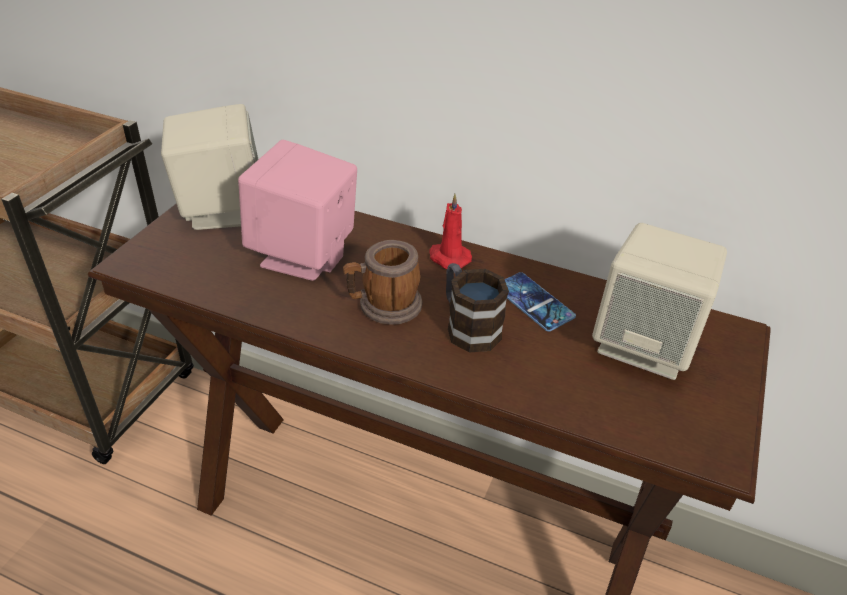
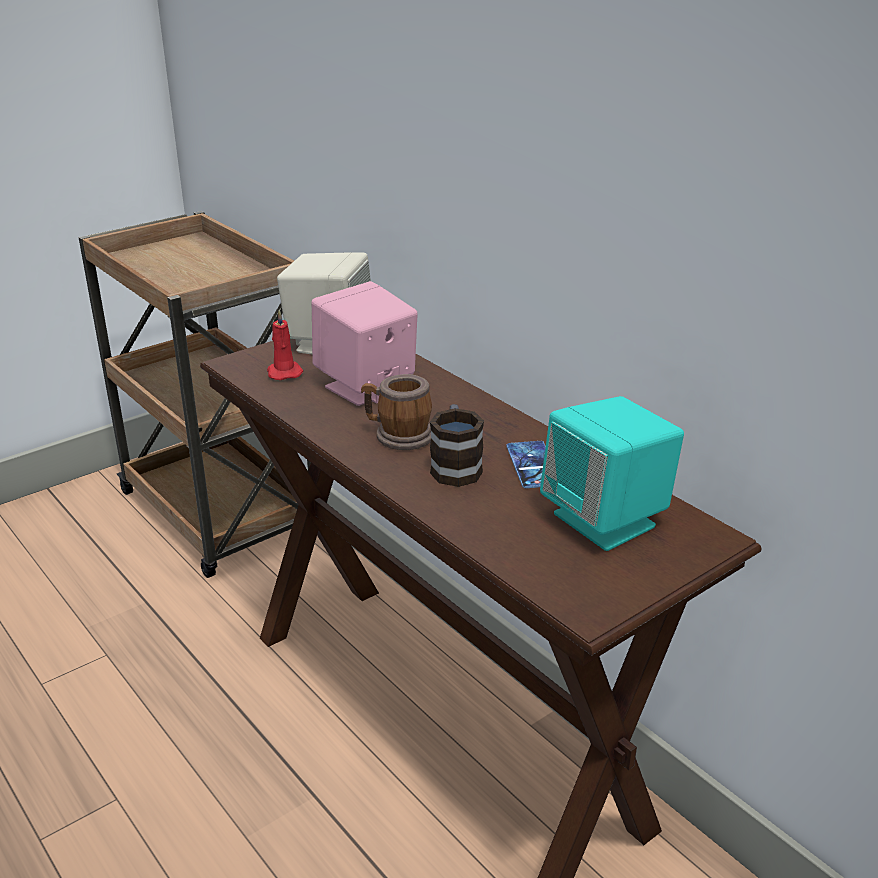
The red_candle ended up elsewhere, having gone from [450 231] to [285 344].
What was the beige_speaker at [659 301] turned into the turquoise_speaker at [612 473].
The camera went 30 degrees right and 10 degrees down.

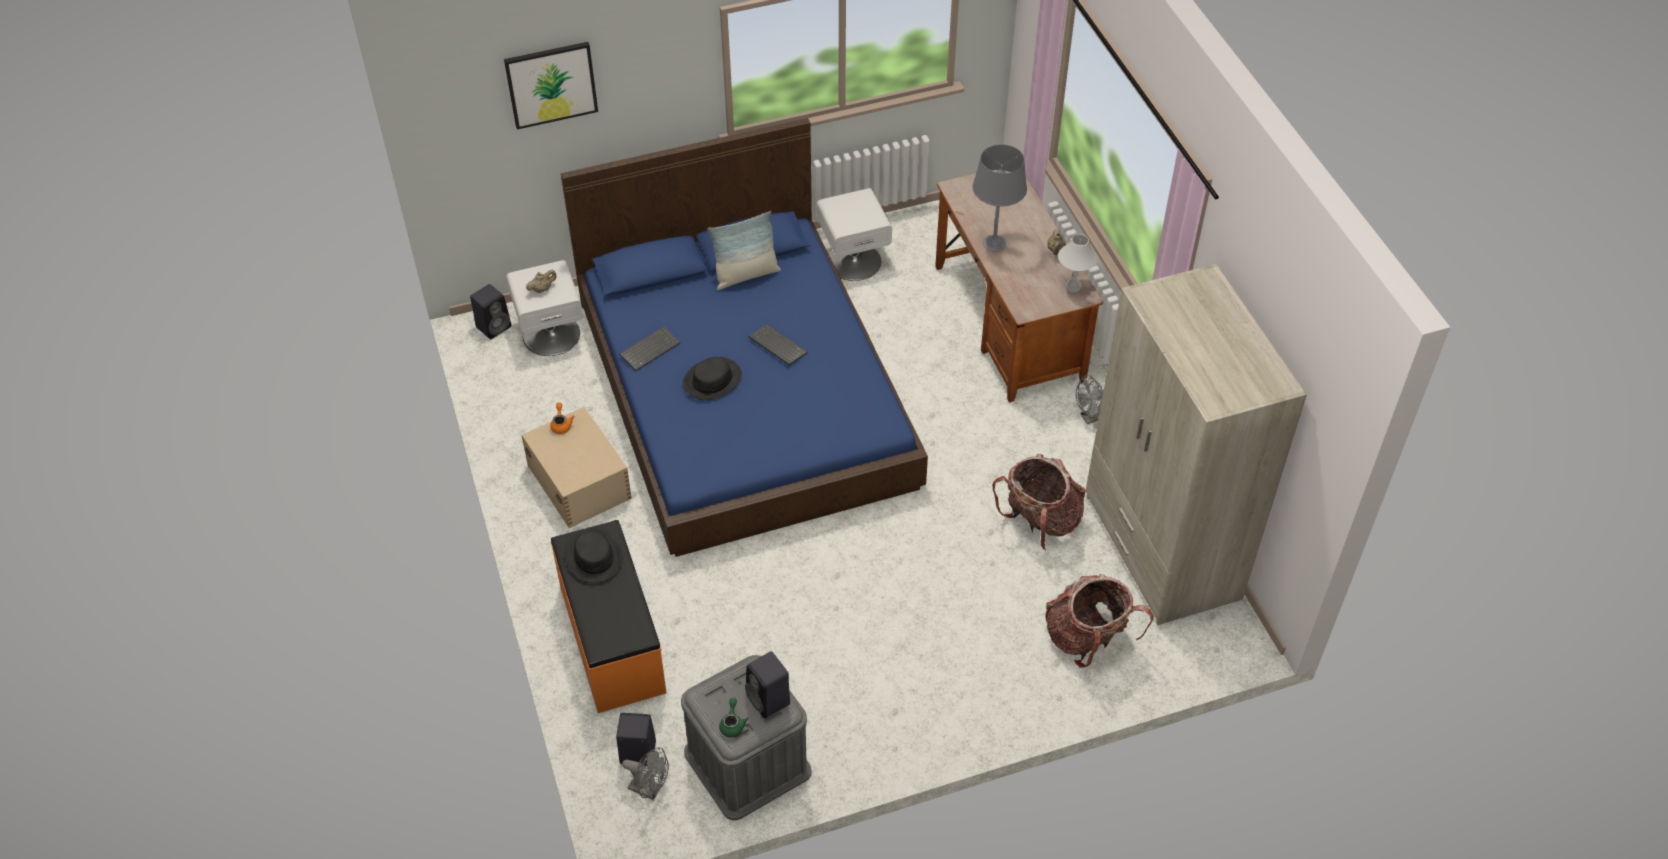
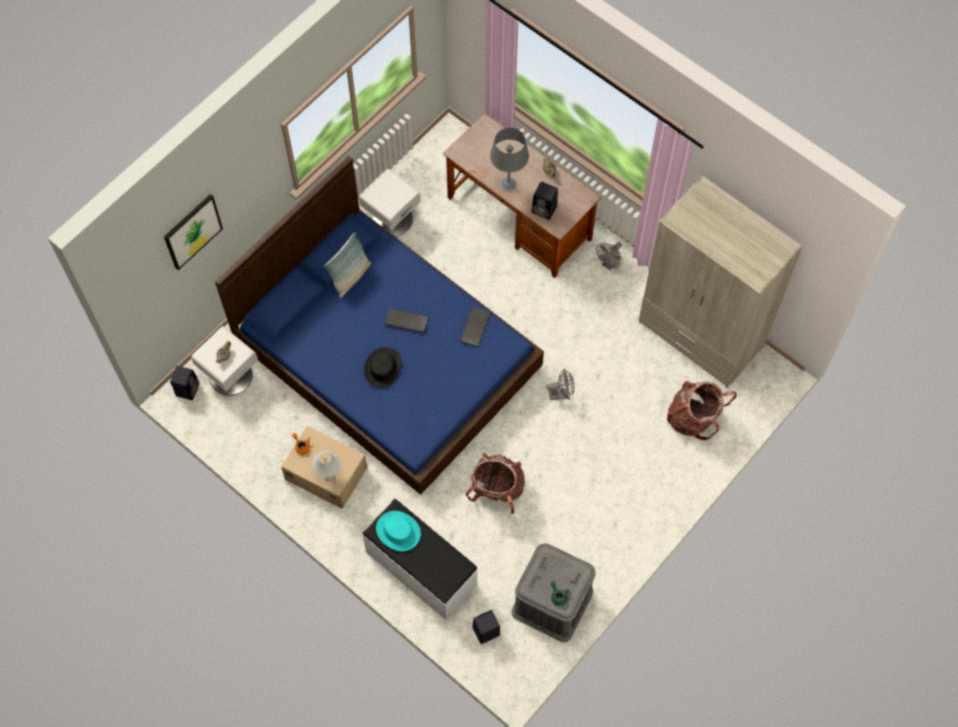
The white_table_lamp ended up elsewhere, having gone from [1078 263] to [326 466].
The keyboard ended up elsewhere, having gone from [649 348] to [475 326].
The backpack ended up elsewhere, having gone from [1038 502] to [495 483].
What was the orange_bench at [609 616] turned into the white_bench at [420 559].
What was the black_hat at [594 555] turned into the turquoise_hat at [398 531].
The black_speaker ended up elsewhere, having gone from [767 684] to [544 201].
The grey_fan ended up elsewhere, having gone from [645 773] to [560 384].
The camera went 30 degrees left and 15 degrees up.

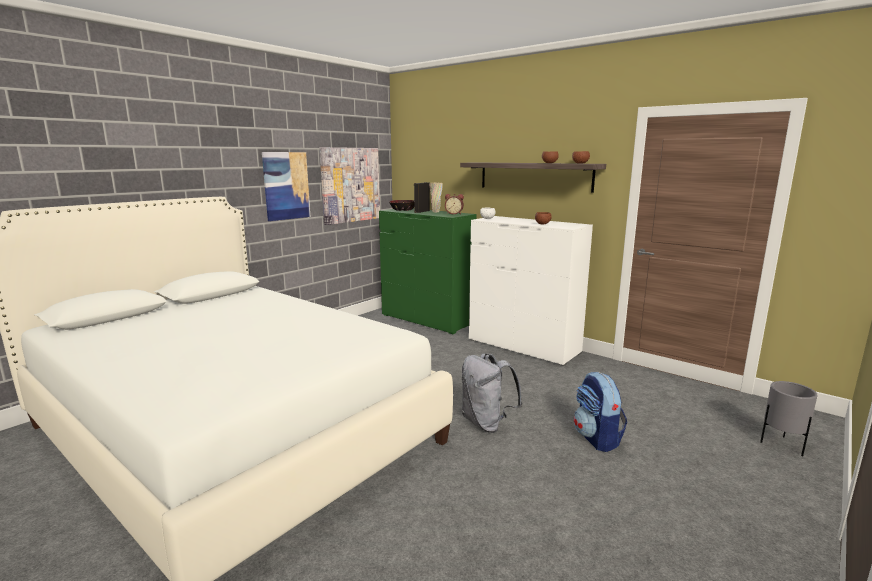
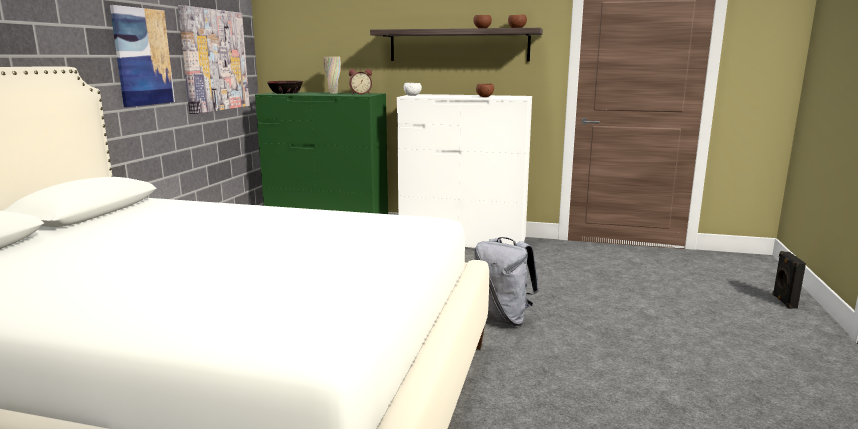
The black_speaker ended up elsewhere, having gone from [422 197] to [789 280].
The second view lost the backpack at [600 412].
The second view lost the grey_planter at [789 419].
The camera went 25 degrees left and 0 degrees up.

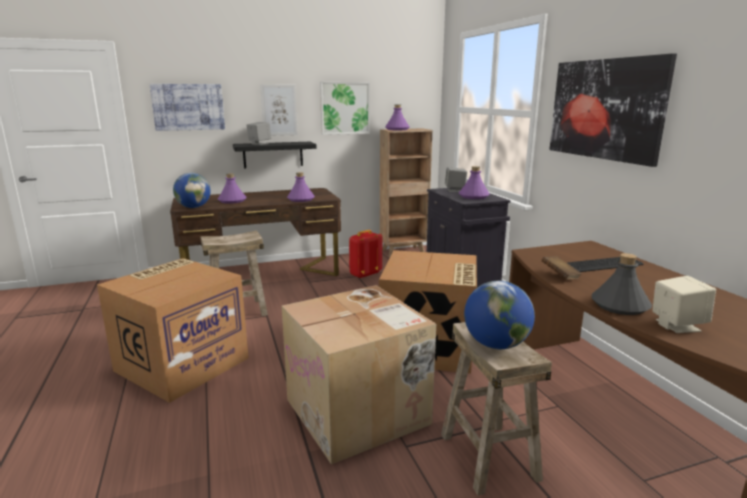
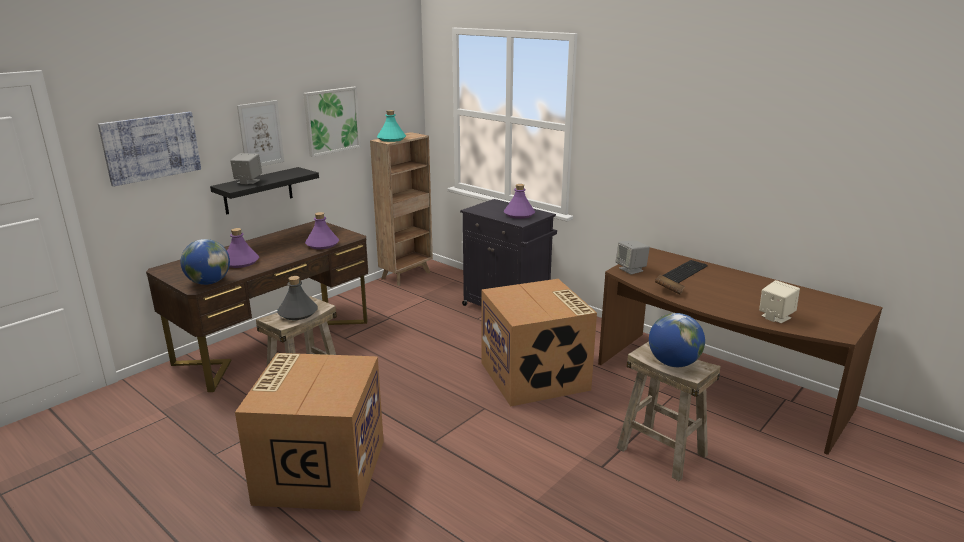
The second view lost the picture at [613 110].
What was the purple_bottle at [397 117] turned into the turquoise_bottle at [391 126].
The grey_speaker ended up elsewhere, having gone from [456 179] to [633 257].
The second view lost the red_backpack at [365 254].
The grey_bottle ended up elsewhere, having gone from [621 284] to [297 298].
The second view lost the cardboard_box at [359 375].
The camera went 30 degrees left and 5 degrees up.

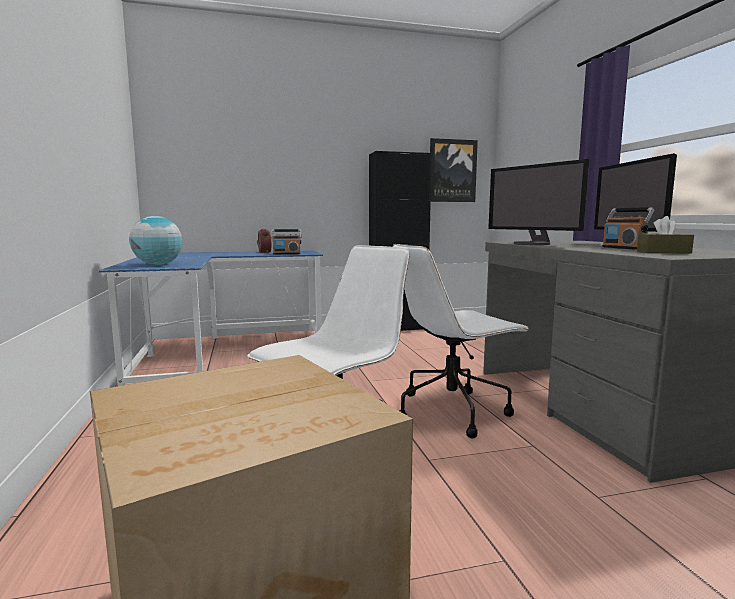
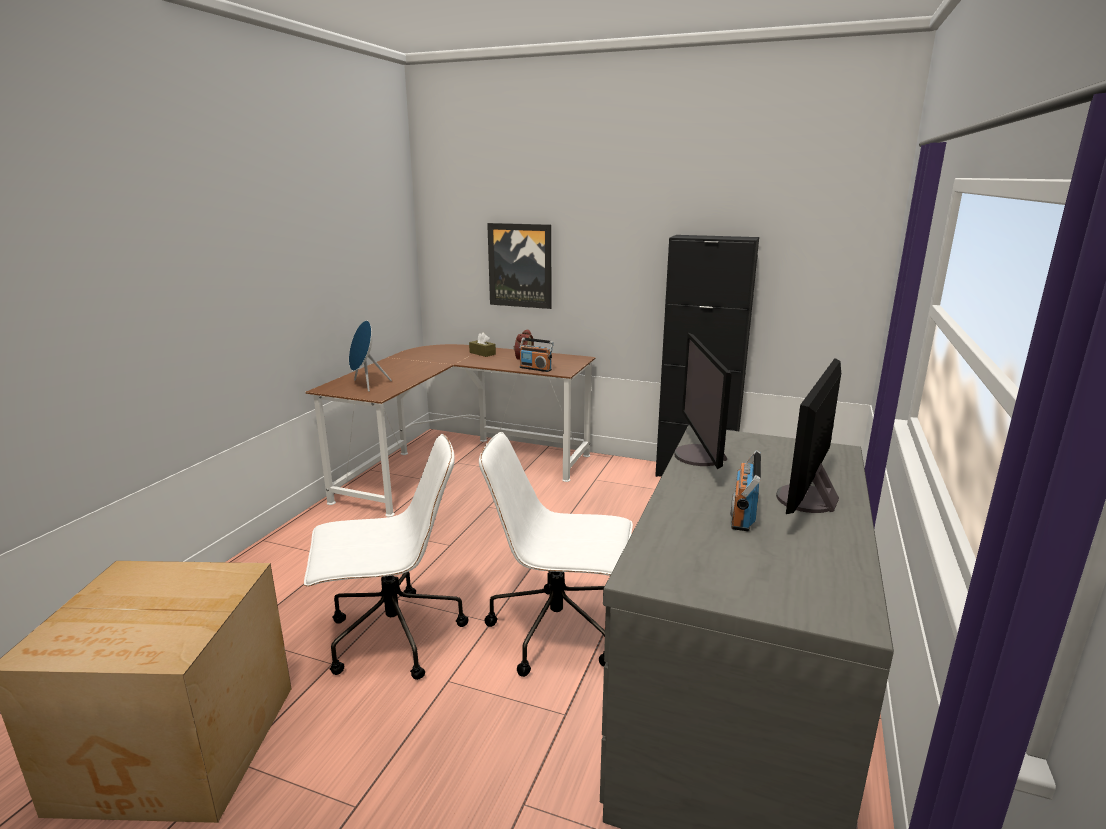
The picture ended up elsewhere, having gone from [454 170] to [519 266].
Where the globe stood at [155 240], the blue_speaker came to stand at [370 356].
The brown_tissue_box ended up elsewhere, having gone from [665 235] to [482 344].
What was the blue_desk at [210 318] turned into the brown_desk at [451 430].
The camera went 35 degrees right and 10 degrees up.

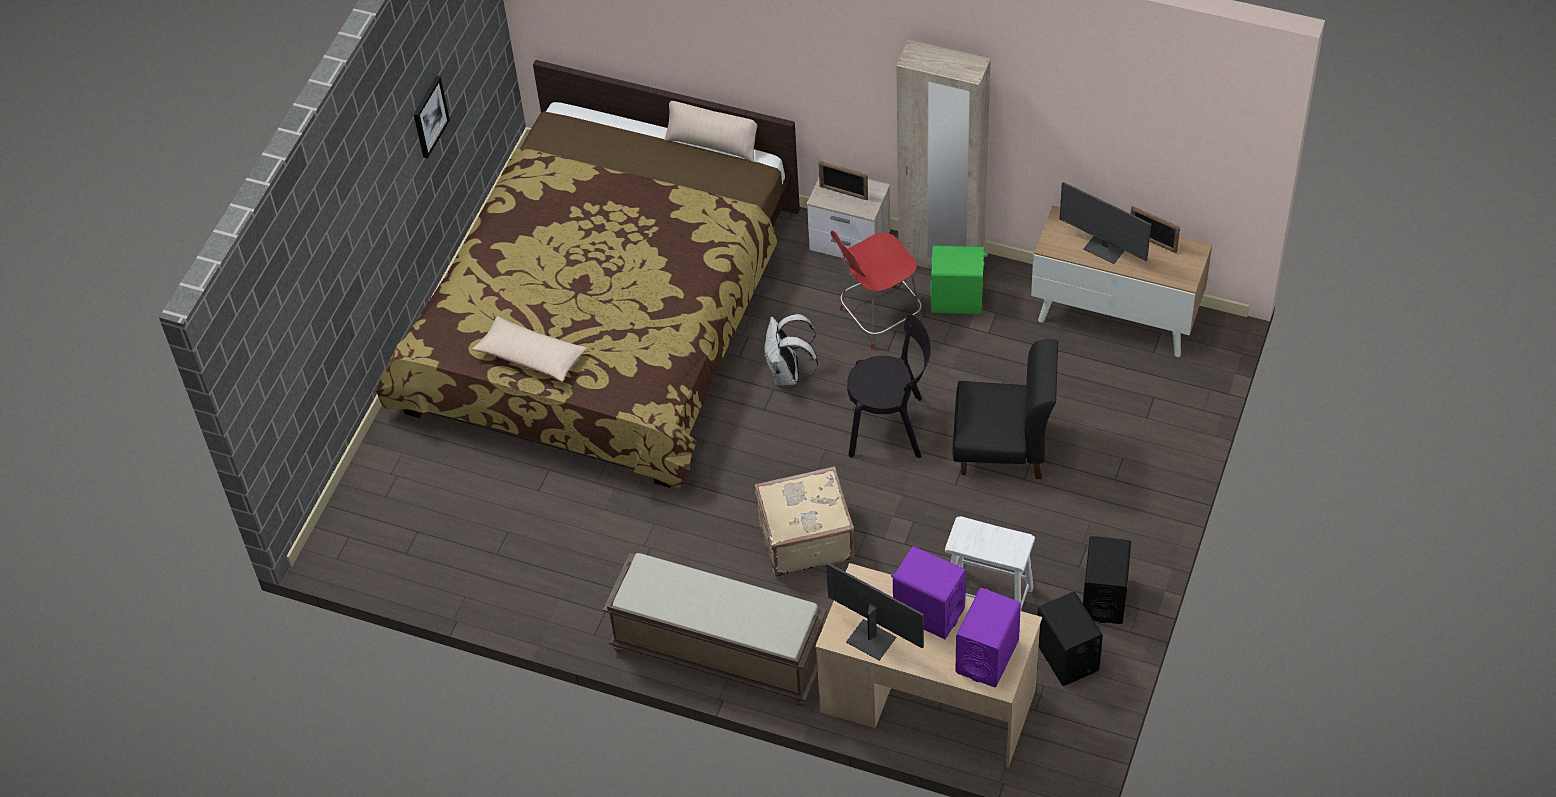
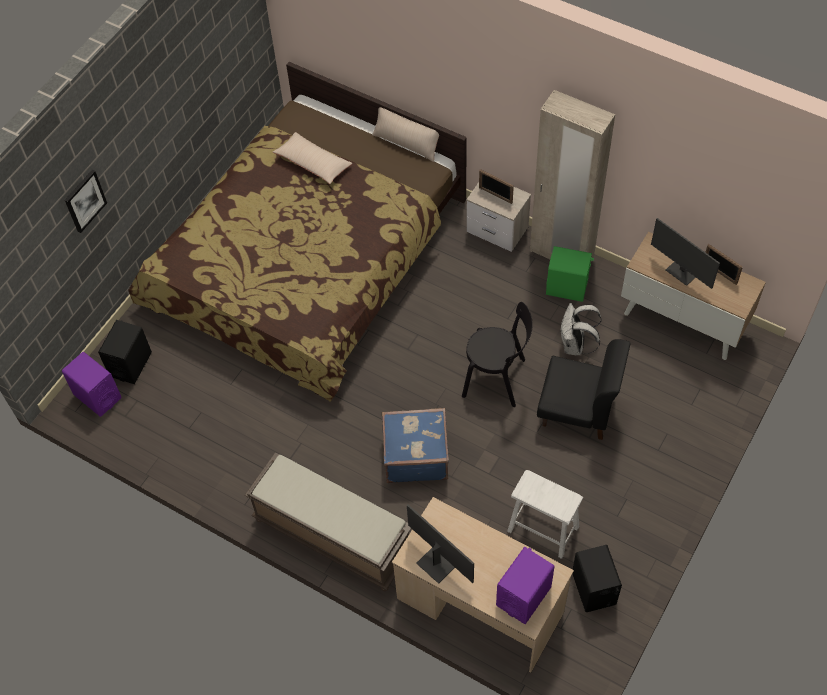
The picture ended up elsewhere, having gone from [432 117] to [86 201].
The second view lost the red_chair at [877 290].
The white_backpack ended up elsewhere, having gone from [791 349] to [581 329].
The beige_pillow ended up elsewhere, having gone from [529 349] to [312 158].
What was the beige_suitcase at [804 521] turned into the blue_suitcase at [415 445].
The black_speaker ended up elsewhere, having gone from [1107 580] to [125 352].
The purple_speaker ended up elsewhere, having gone from [928 592] to [91 384].
The camera went 10 degrees right and 5 degrees up.

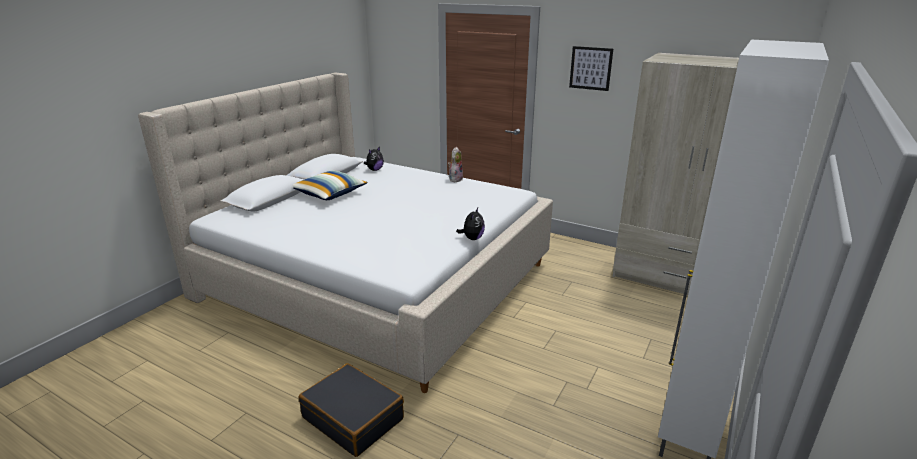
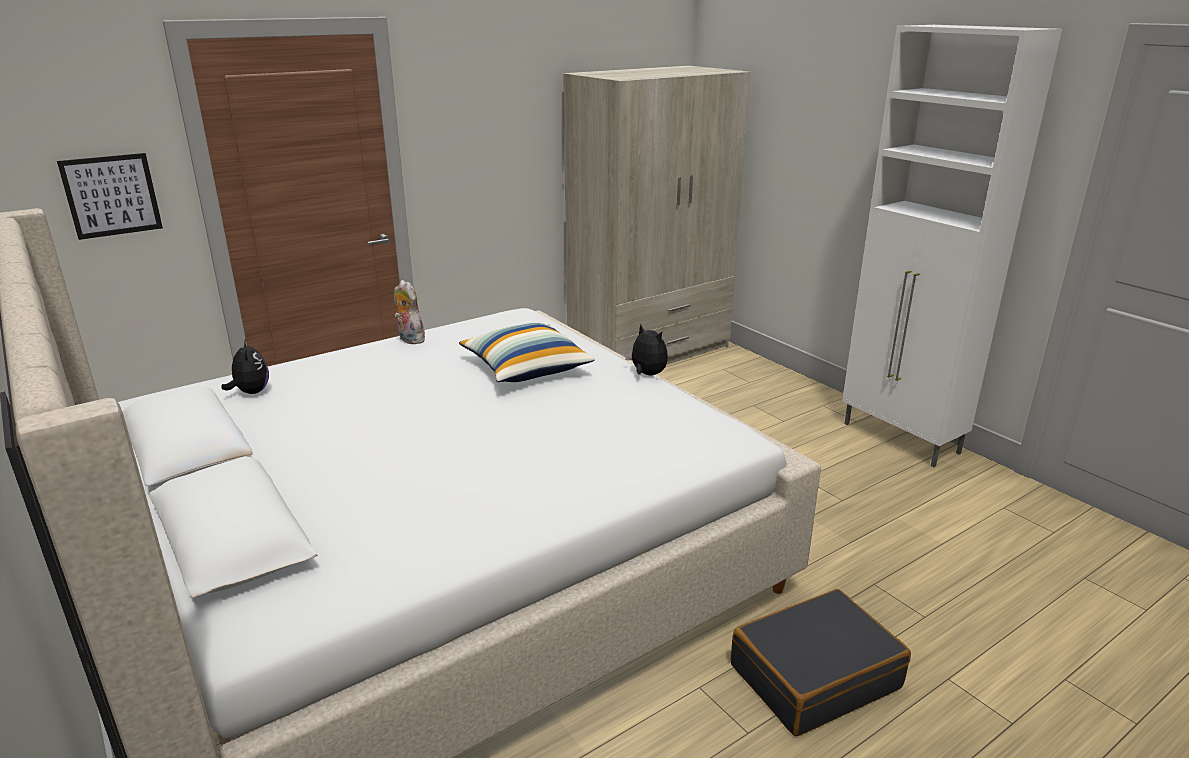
The picture ended up elsewhere, having gone from [591 68] to [110 196].
The pillow ended up elsewhere, having gone from [330 185] to [527 352].
The camera went 65 degrees left and 0 degrees up.

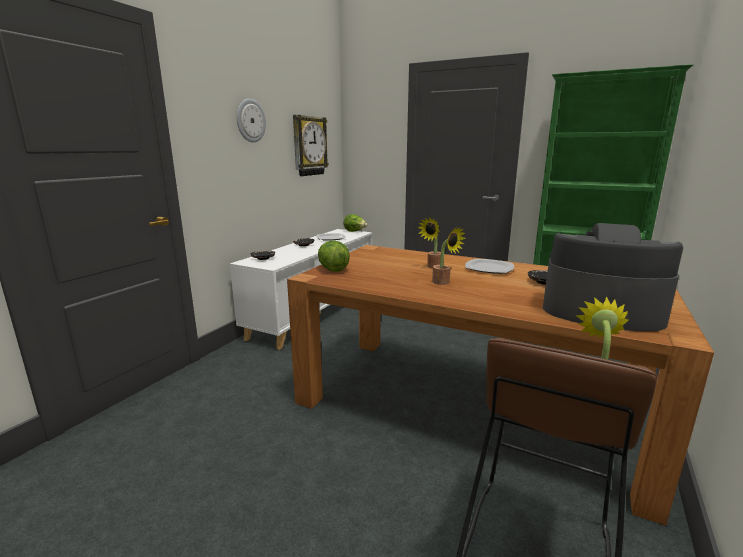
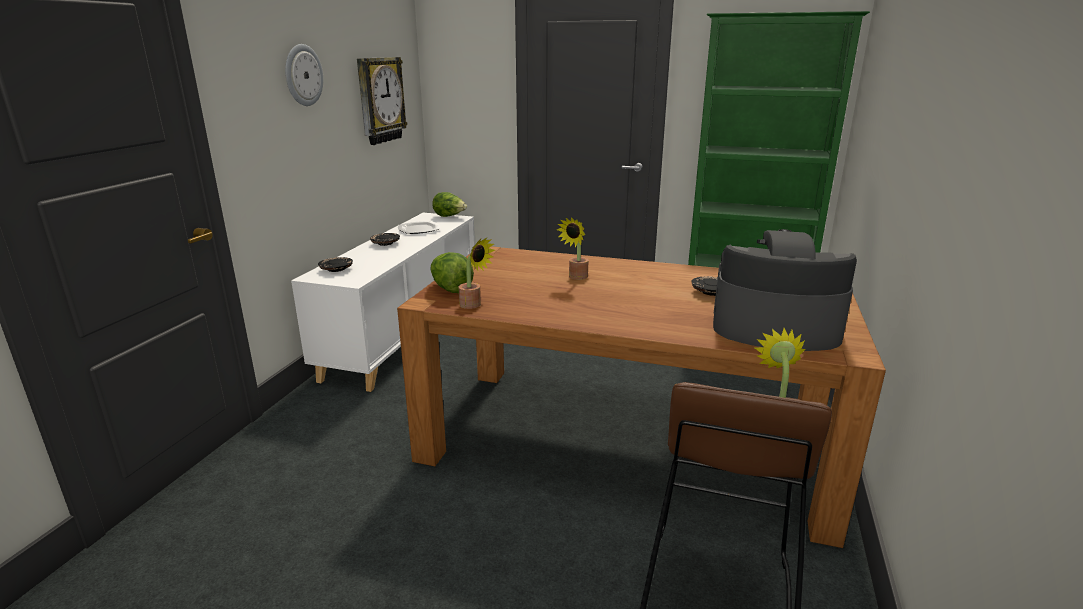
The potted_plant ended up elsewhere, having gone from [449 256] to [476 273].
The second view lost the plate at [489 266].
The camera went 10 degrees left and 5 degrees up.

